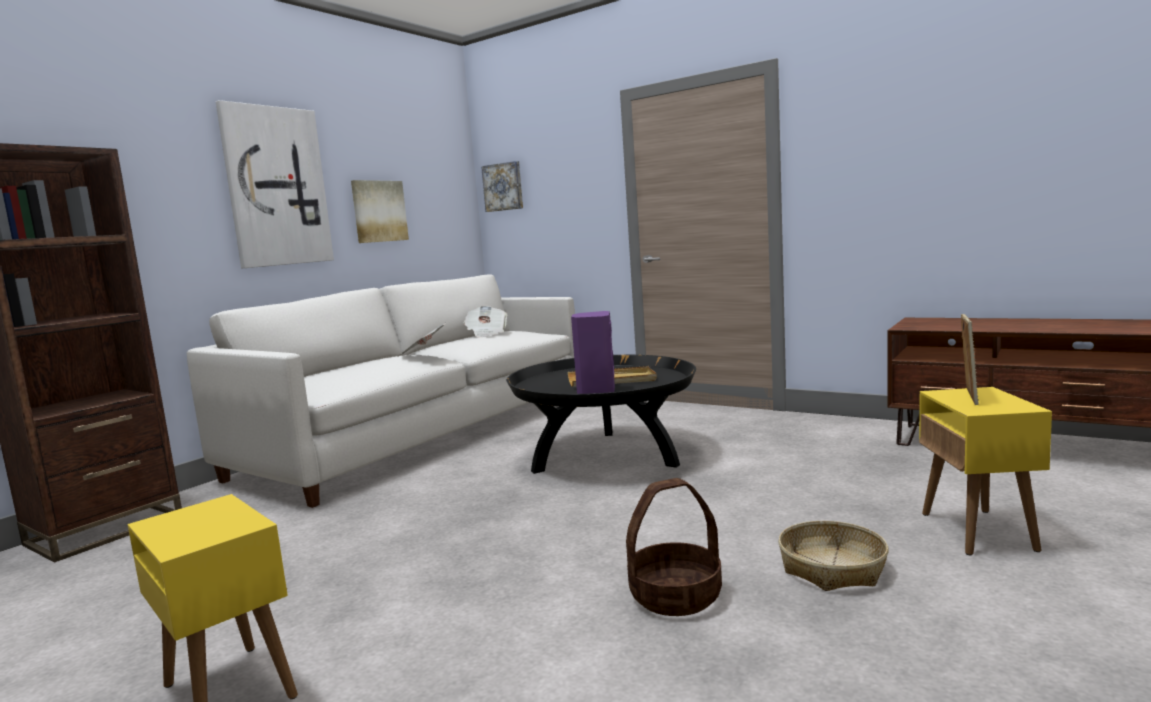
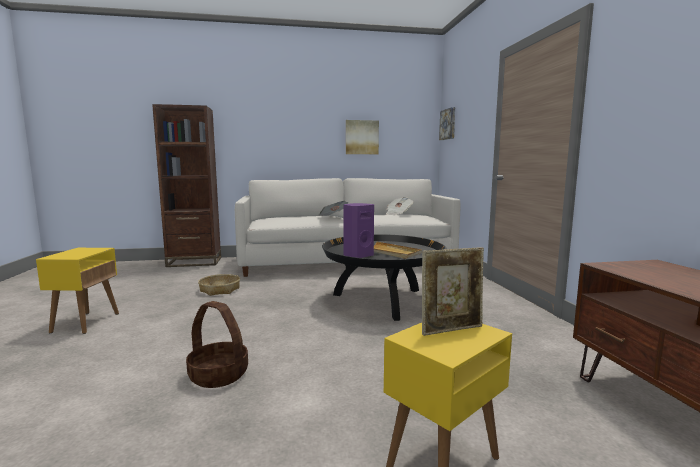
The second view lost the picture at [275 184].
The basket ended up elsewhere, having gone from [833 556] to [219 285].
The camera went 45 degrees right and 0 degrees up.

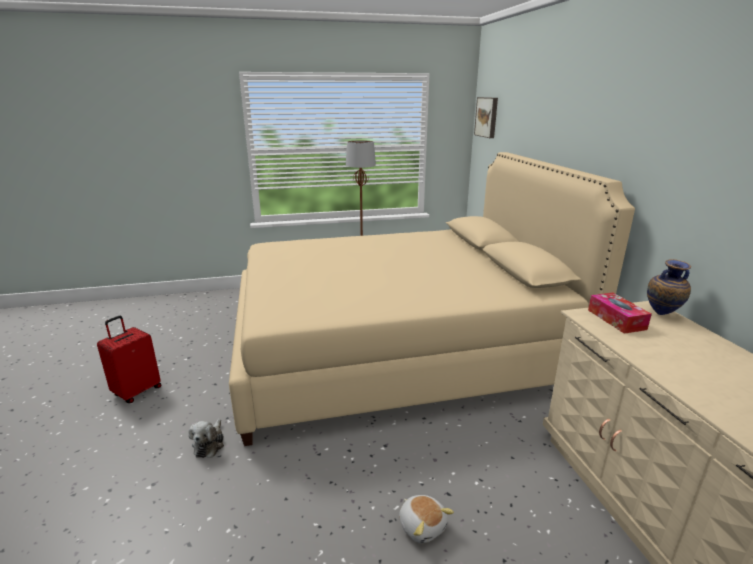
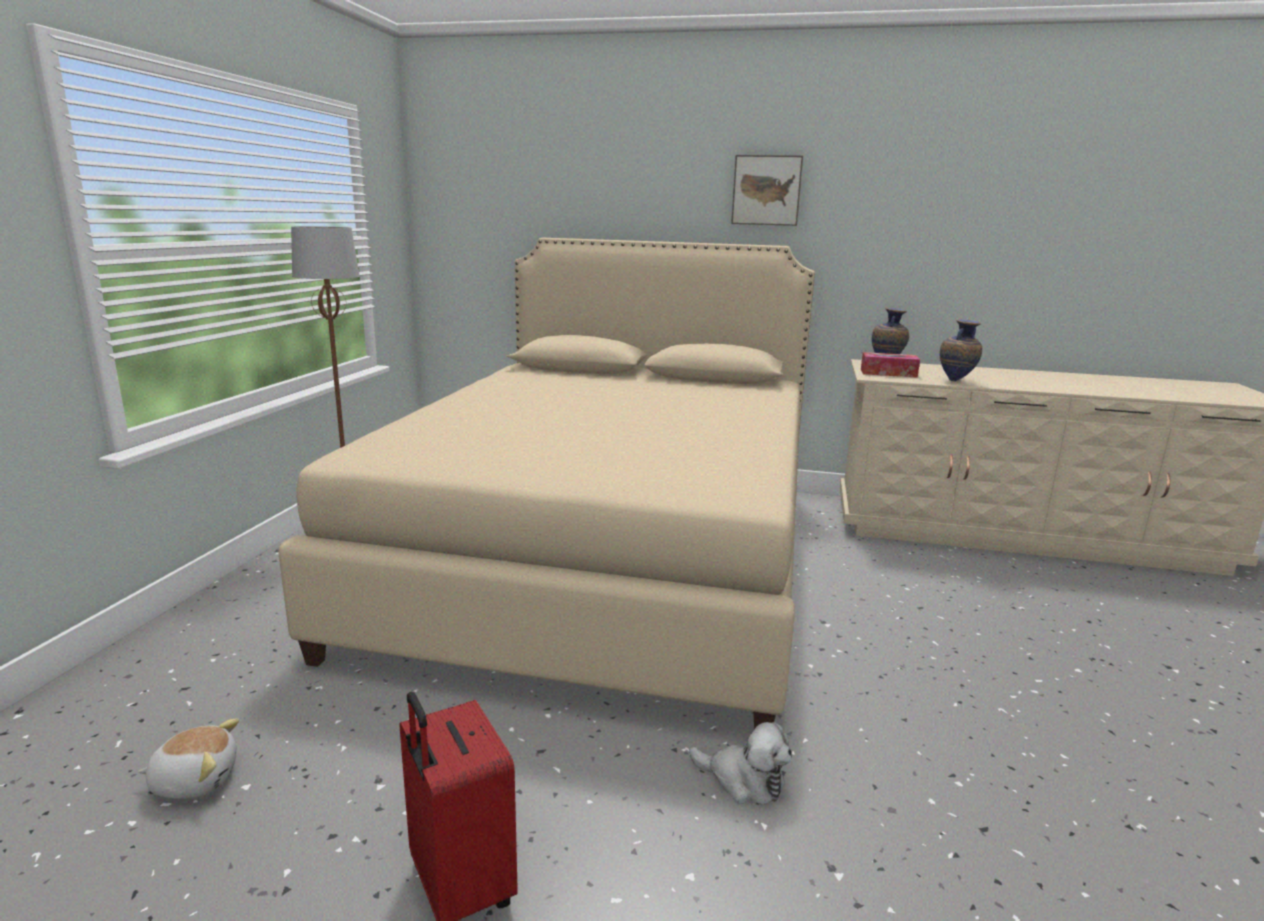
The picture ended up elsewhere, having gone from [486 117] to [767 190].
The plush_toy ended up elsewhere, having gone from [426 519] to [188 759].
The second view gained the vase at [961 349].
The camera went 65 degrees left and 5 degrees down.

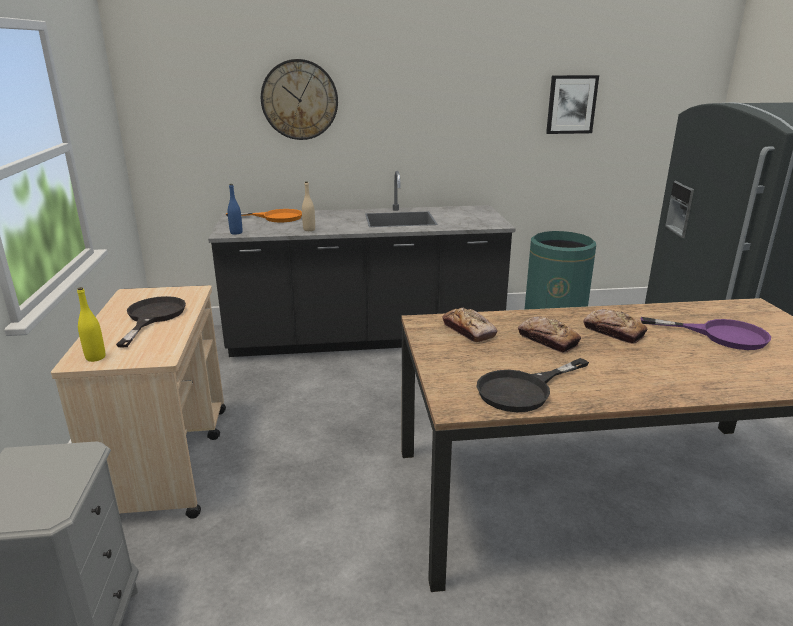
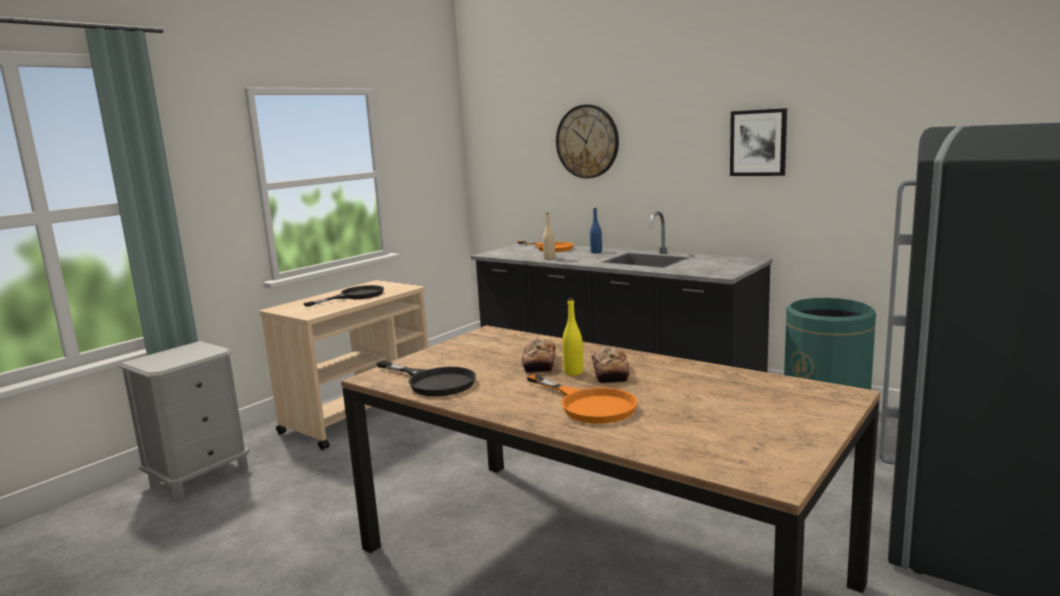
The picture ended up elsewhere, having gone from [572 104] to [758 142].
The blue_bottle ended up elsewhere, having gone from [234 209] to [596 230].
The yellow_bottle ended up elsewhere, having gone from [91 324] to [572 337].
The second view lost the bread at [469 325].
The second view lost the purple_frying_pan at [705 333].
The black_frying_pan at [533 385] ended up facing another way, 150 degrees counterclockwise from before.
The second view gained the orange_frying_pan at [582 399].
The camera went 45 degrees right and 10 degrees down.

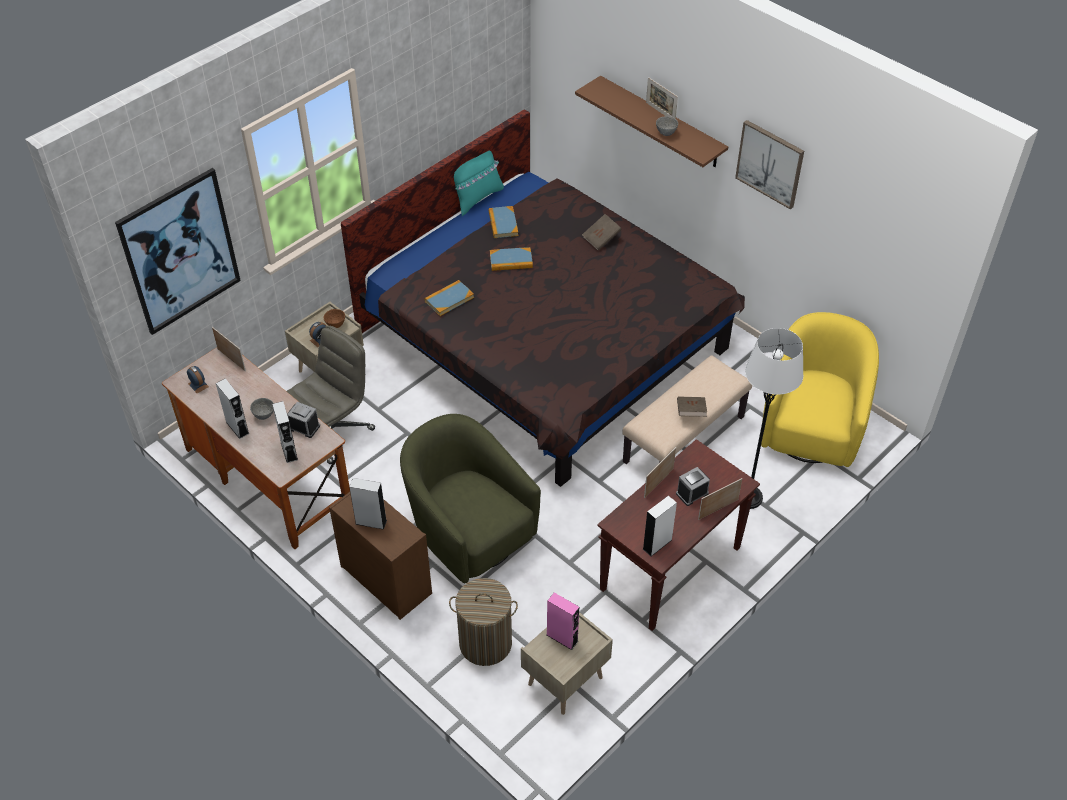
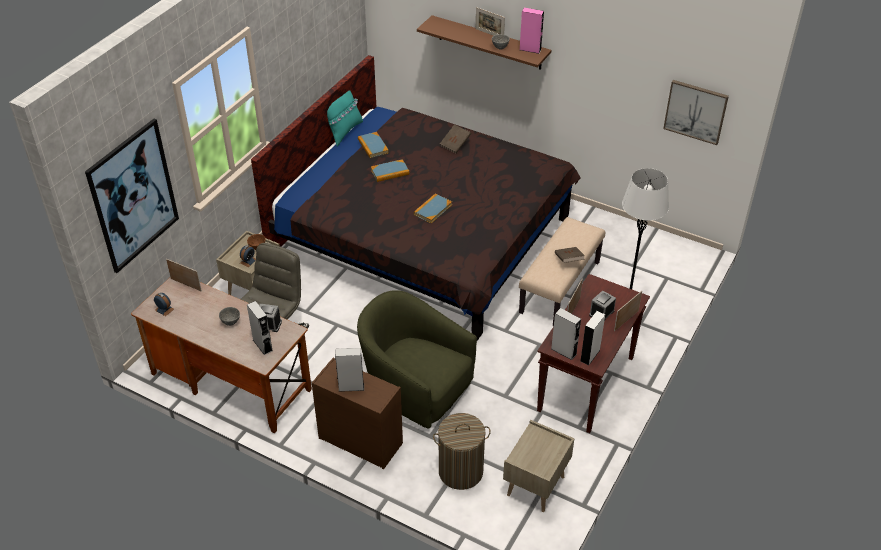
The picture ended up elsewhere, having gone from [769 164] to [696 112].
The book ended up elsewhere, having gone from [449 298] to [433 208].
The second view lost the yellow_armchair at [820 389].
The grey_speaker ended up elsewhere, having gone from [232 409] to [566 334].
The pink_speaker ended up elsewhere, having gone from [563 621] to [531 31].
The camera went 15 degrees left and 5 degrees down.

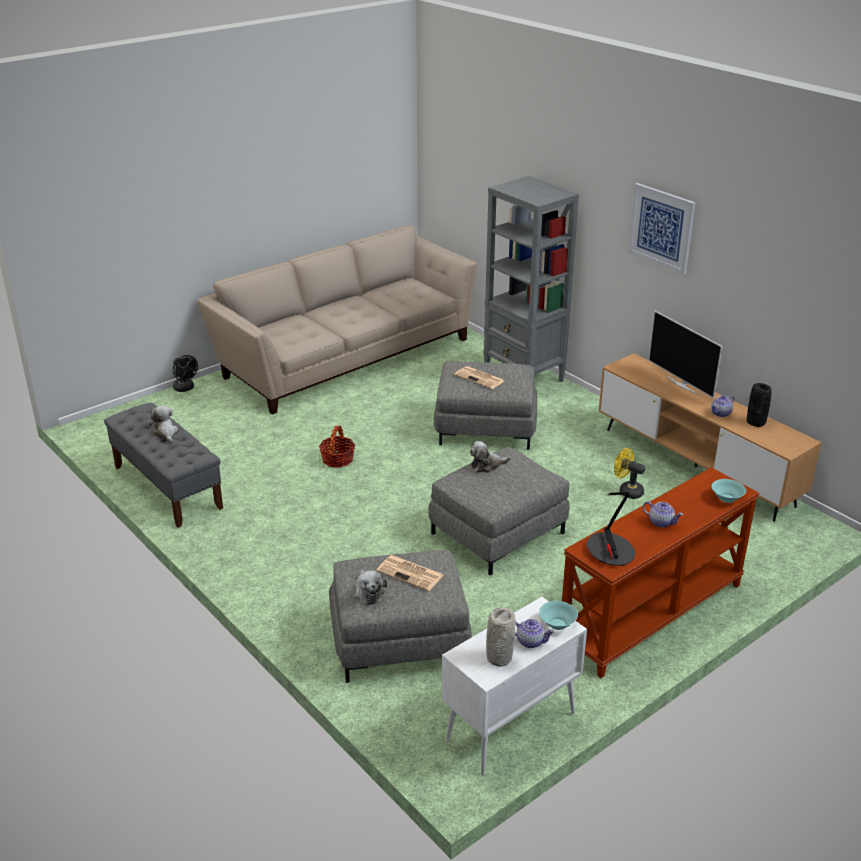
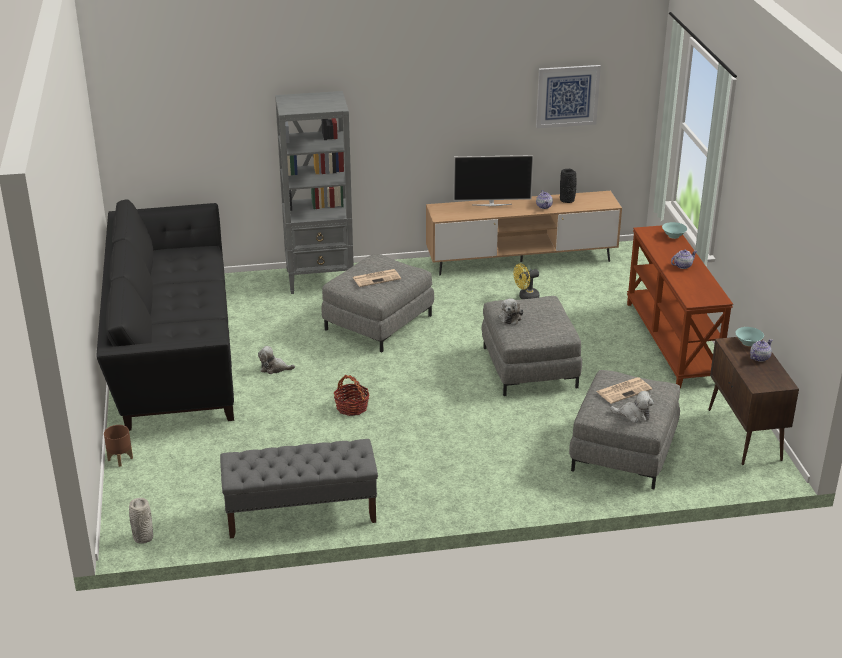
The picture ended up elsewhere, having gone from [661 228] to [568 96].
What was the beige_sofa at [337 319] turned into the black_sofa at [165 315].
Where the black_fan stood at [185 373], the brown_planter came to stand at [118 446].
The plush_toy ended up elsewhere, having gone from [163 424] to [276 360].
The second view lost the table_lamp at [611 529].
What was the white_cabinet at [514 686] turned into the brown_cabinet at [753 401].
The grey_vase ended up elsewhere, having gone from [500 637] to [141 521].
The camera went 60 degrees left and 0 degrees up.

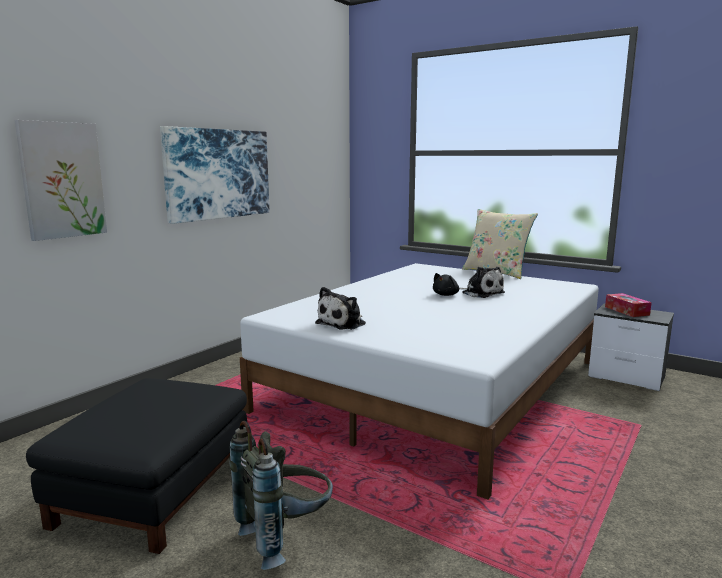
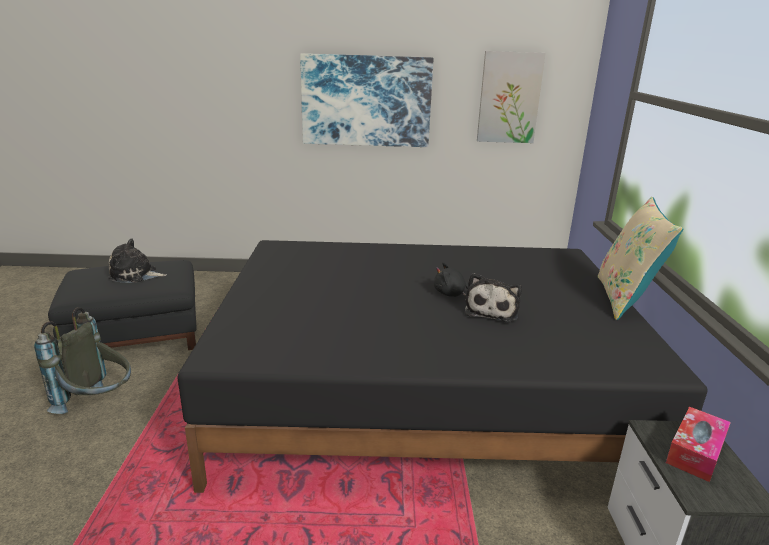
The picture ended up elsewhere, having gone from [61 180] to [511 97].
What was the white_bed at [419 381] turned into the black_bed at [442 366].
The plush_toy ended up elsewhere, having gone from [340 308] to [137 260].
The camera went 55 degrees right and 10 degrees up.

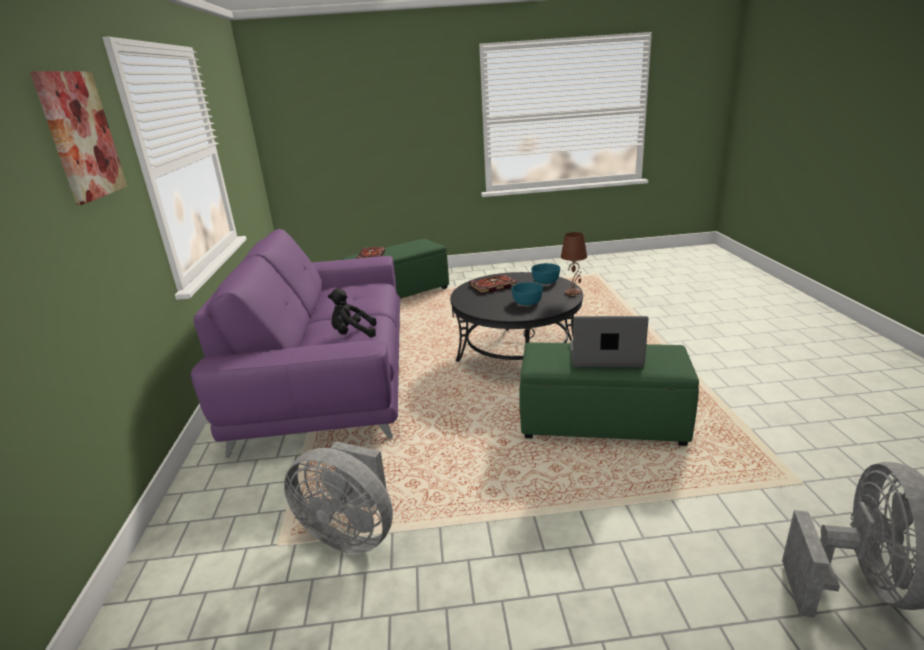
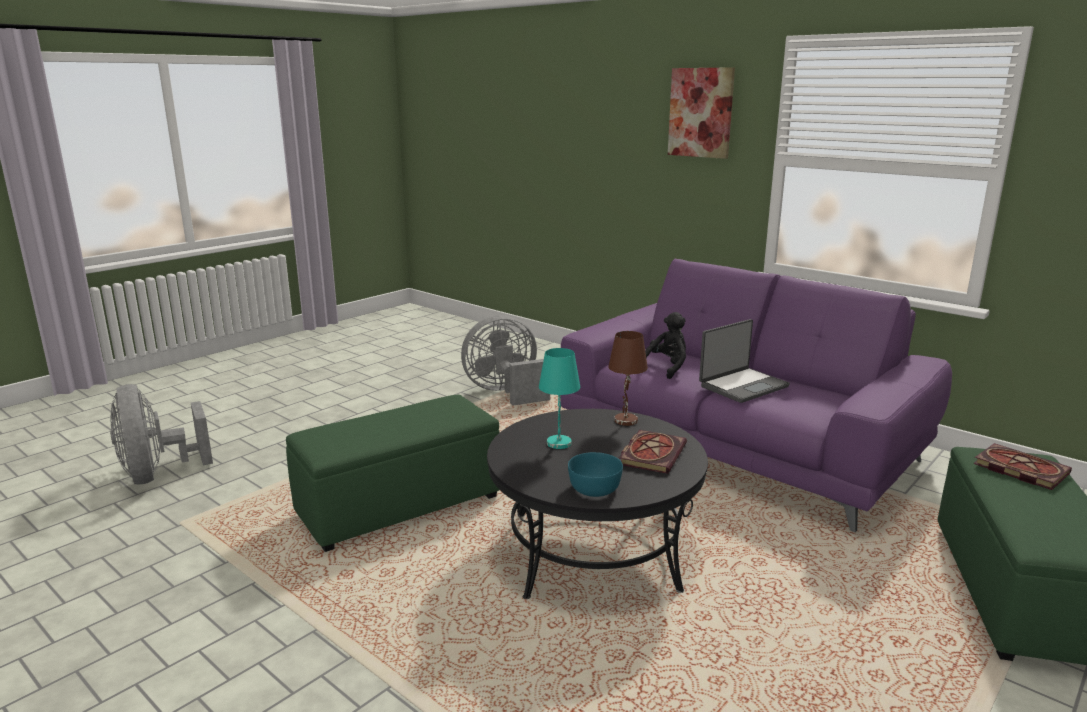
The brown_table_lamp ended up elsewhere, having gone from [574 264] to [628 378].
Where the turquoise_bowl stood at [527 293], the turquoise_table_lamp came to stand at [559 398].
The laptop ended up elsewhere, having gone from [609 341] to [744 361].
The camera went 135 degrees right and 5 degrees down.

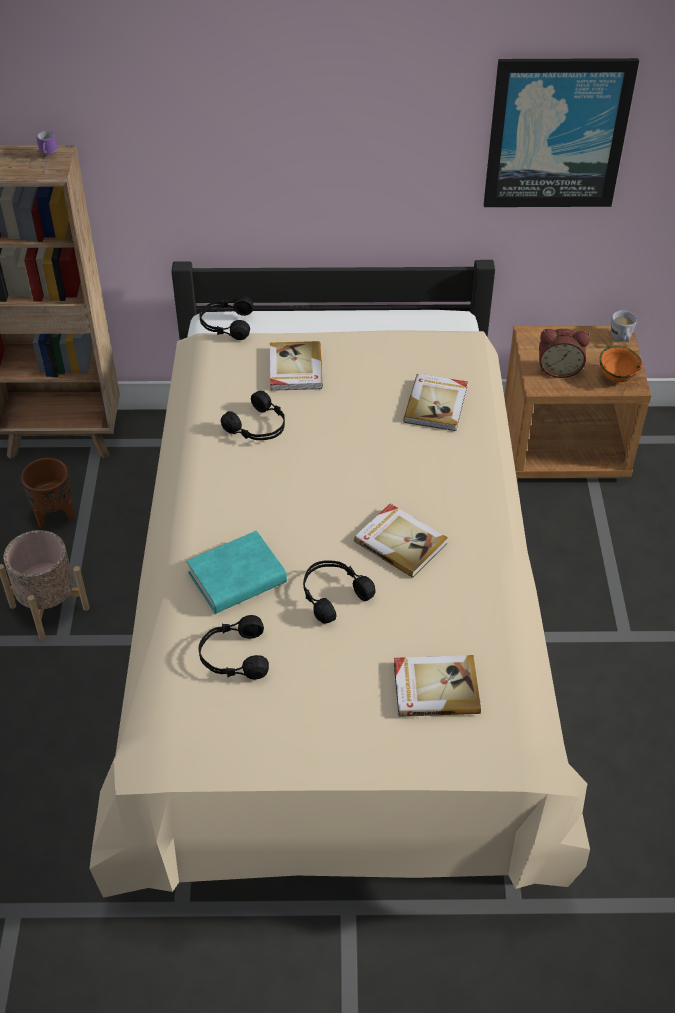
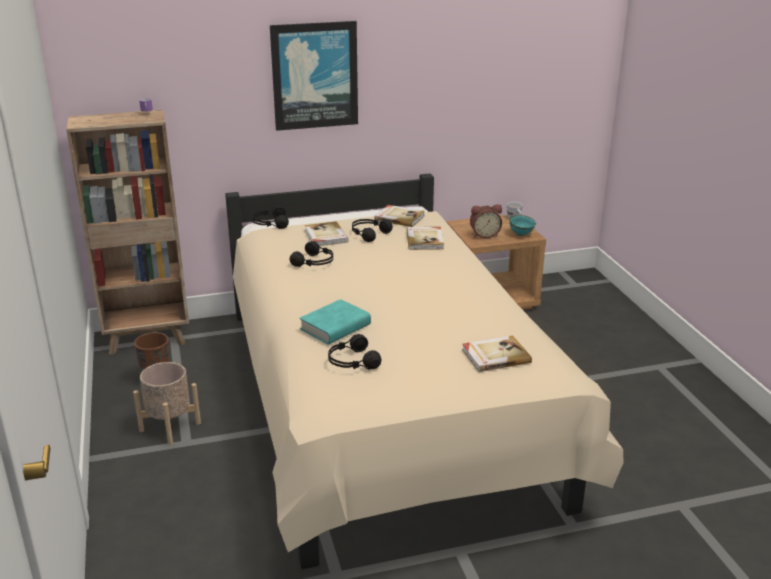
The picture ended up elsewhere, having gone from [561 132] to [314 76].
What was the orange_bowl at [620 364] turned into the turquoise_bowl at [522 225].
The book ended up elsewhere, having gone from [401 541] to [399 216].
The black_headphones ended up elsewhere, having gone from [339 591] to [372 230].
The camera went 15 degrees left and 20 degrees down.

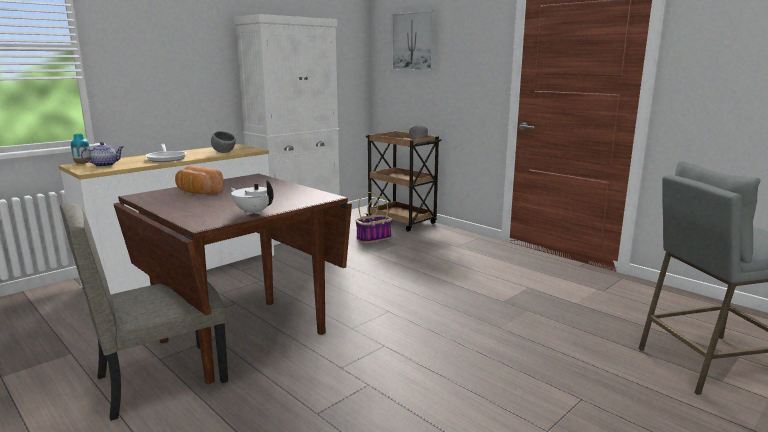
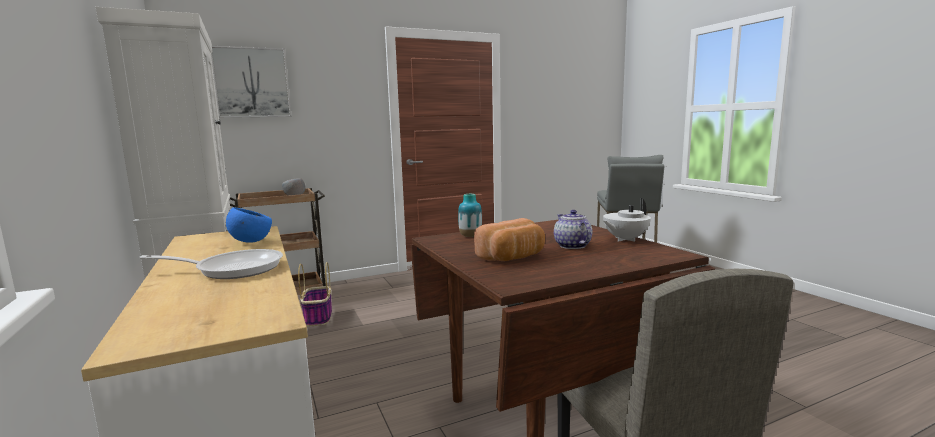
What was the grey_bowl at [223 142] turned into the blue_bowl at [249 225].
The vase ended up elsewhere, having gone from [80 149] to [470 215].
The teapot ended up elsewhere, having gone from [102 154] to [573 229].
The camera went 70 degrees left and 5 degrees down.

